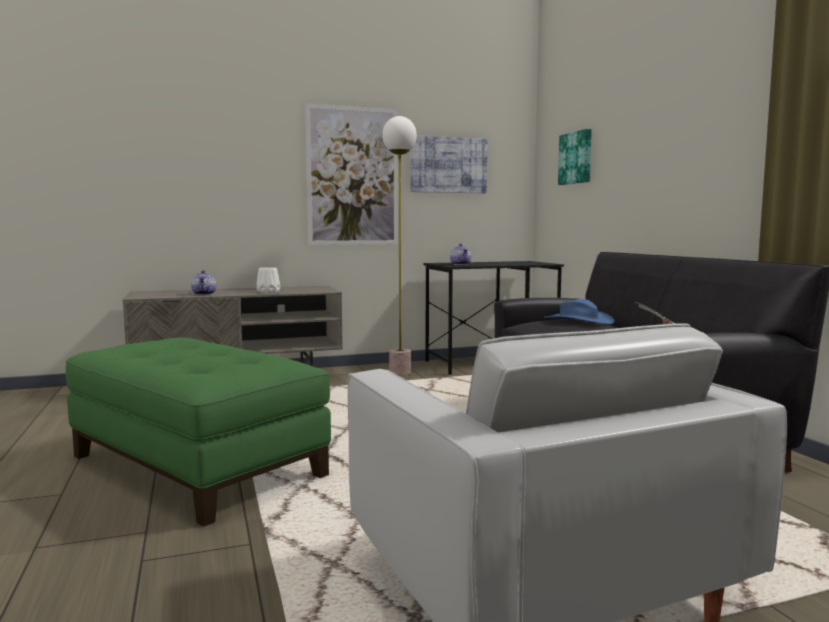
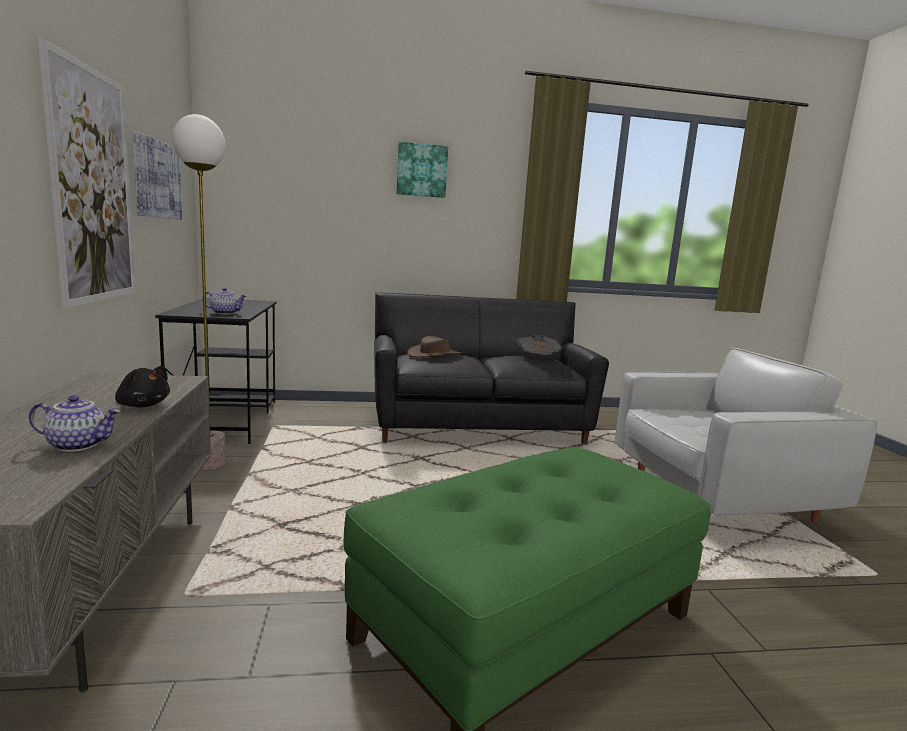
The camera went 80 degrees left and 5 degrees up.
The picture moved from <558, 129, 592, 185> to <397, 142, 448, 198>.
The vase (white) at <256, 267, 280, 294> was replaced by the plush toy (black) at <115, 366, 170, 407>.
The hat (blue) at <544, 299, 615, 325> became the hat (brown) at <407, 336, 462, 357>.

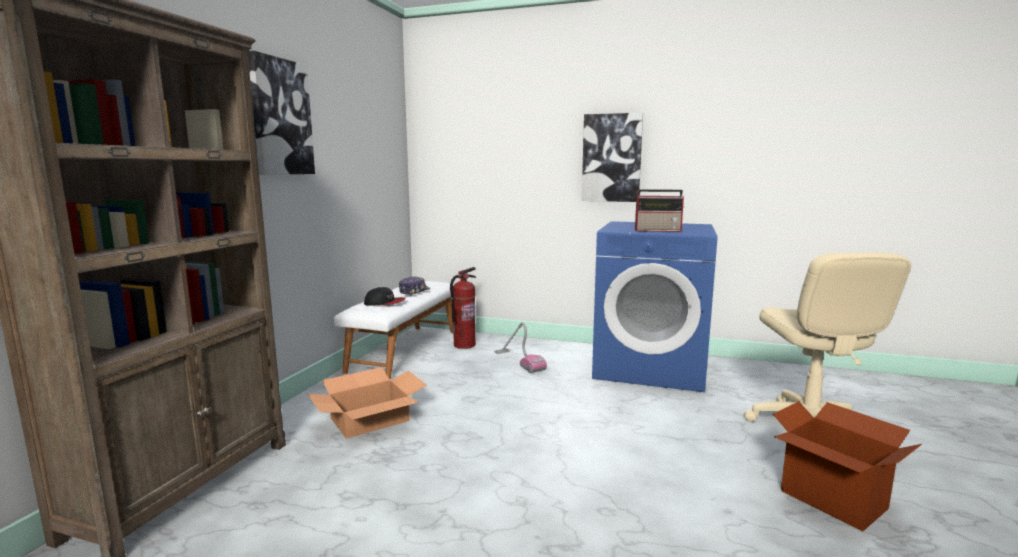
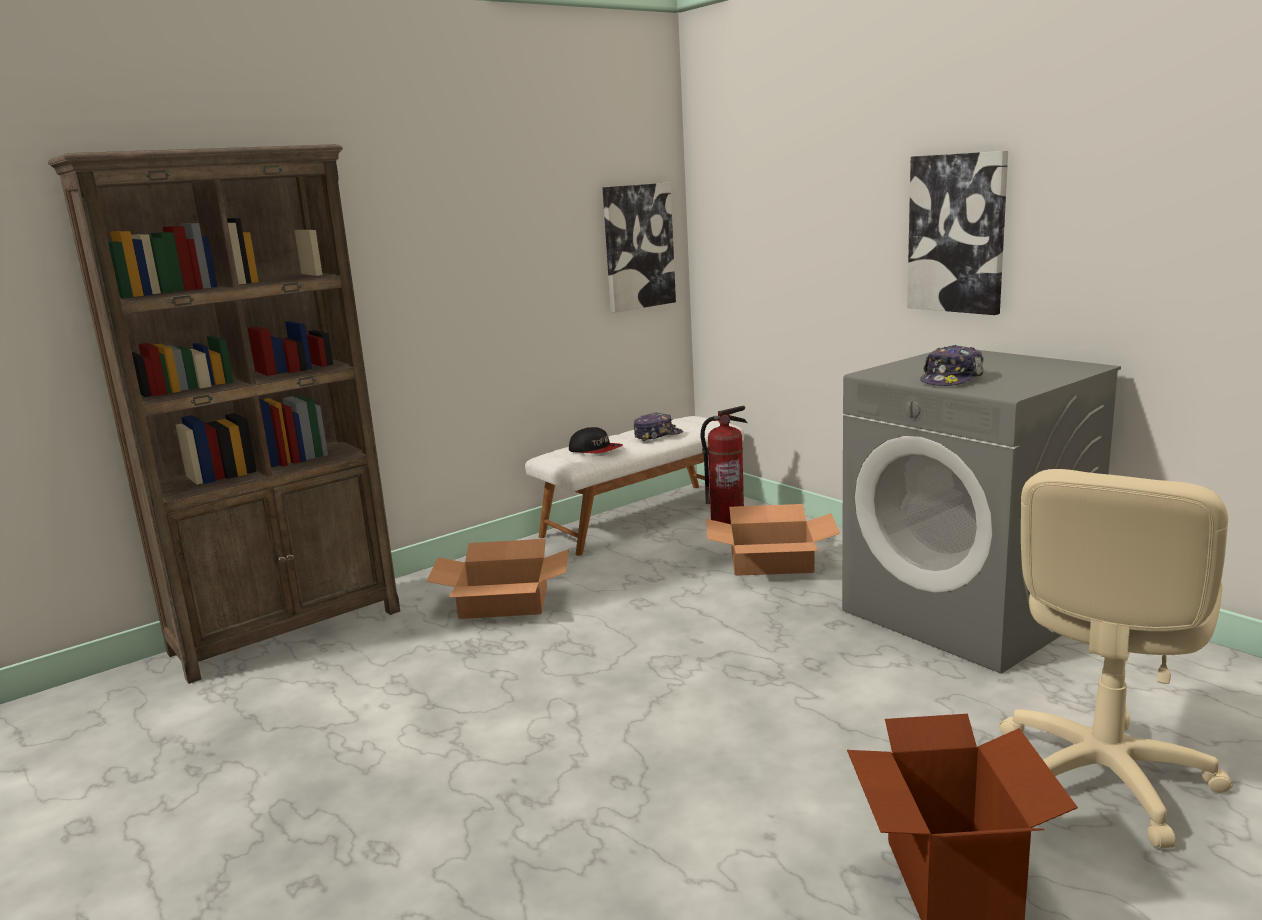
The camera went 35 degrees right and 5 degrees up.
The picture moved from <249, 50, 315, 175> to <602, 183, 676, 312>.
The radio at <635, 189, 684, 232> was replaced by the cap at <920, 345, 984, 386>.
The washing machine (blue) at <592, 221, 718, 392> became the washing machine (grey) at <842, 349, 1121, 673>.
The vacuum cleaner at <494, 322, 547, 373> was replaced by the cardboard box at <706, 504, 840, 576>.

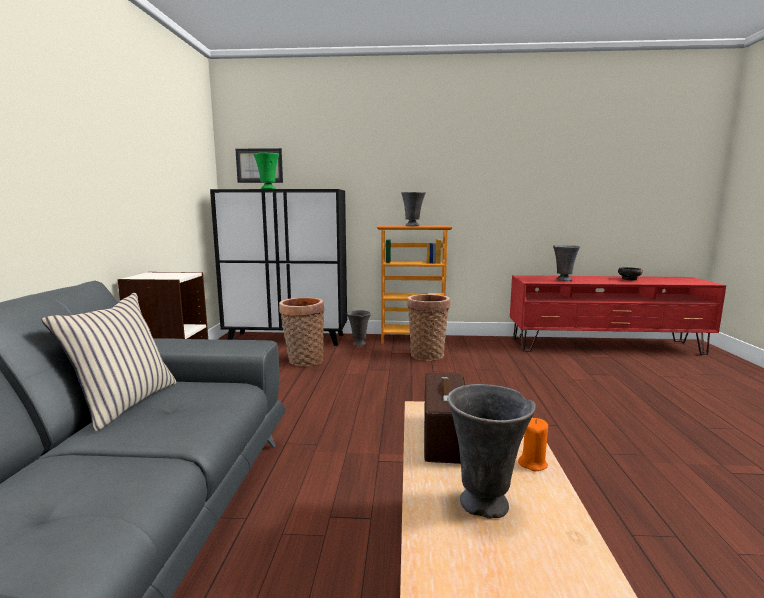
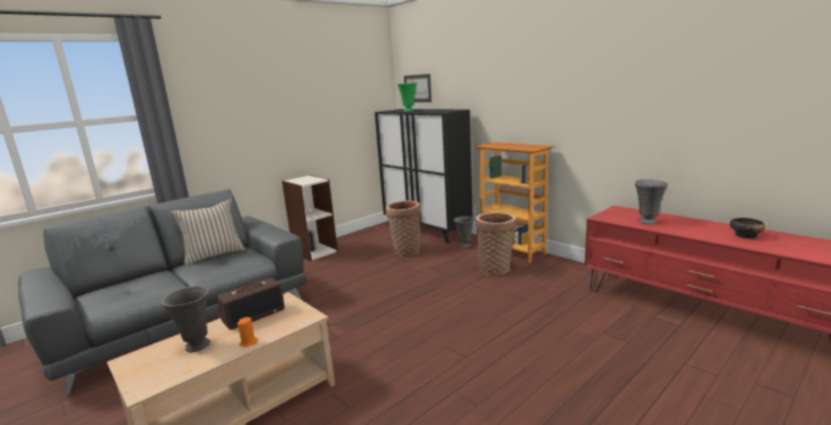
The camera went 45 degrees right and 5 degrees up.
The vase (grey) at <401, 192, 426, 226> disappeared.

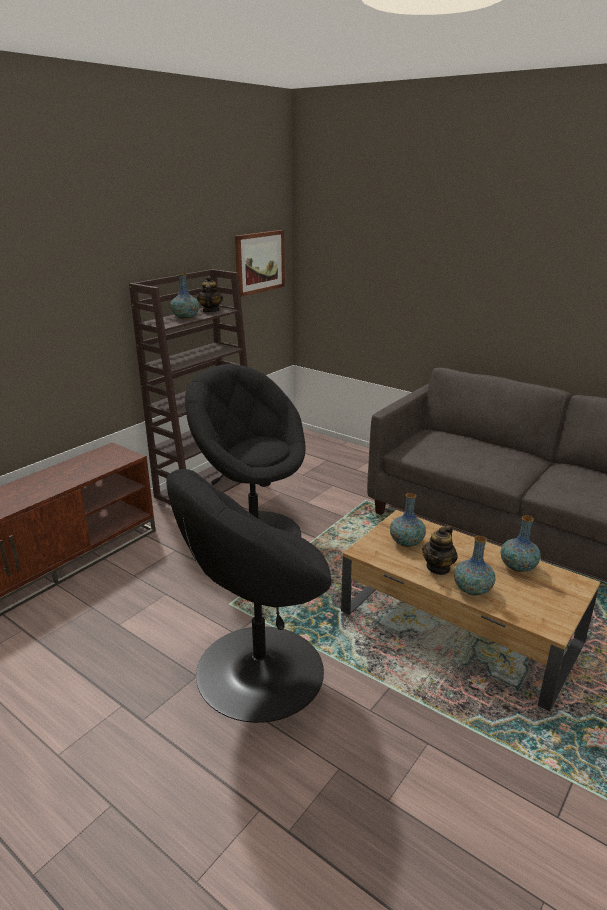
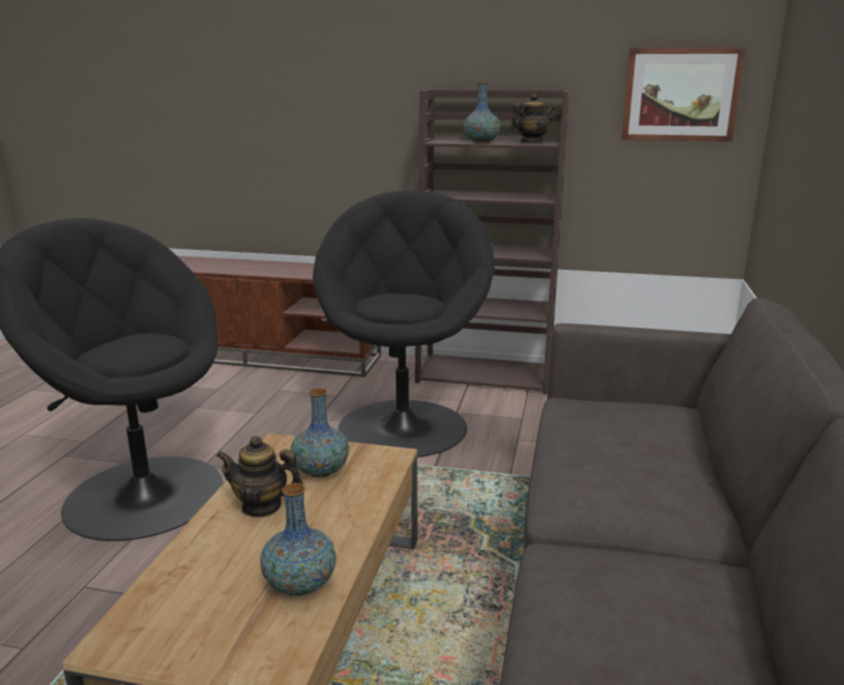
The camera went 65 degrees right and 5 degrees down.
The vase at <454, 536, 495, 596> disappeared.

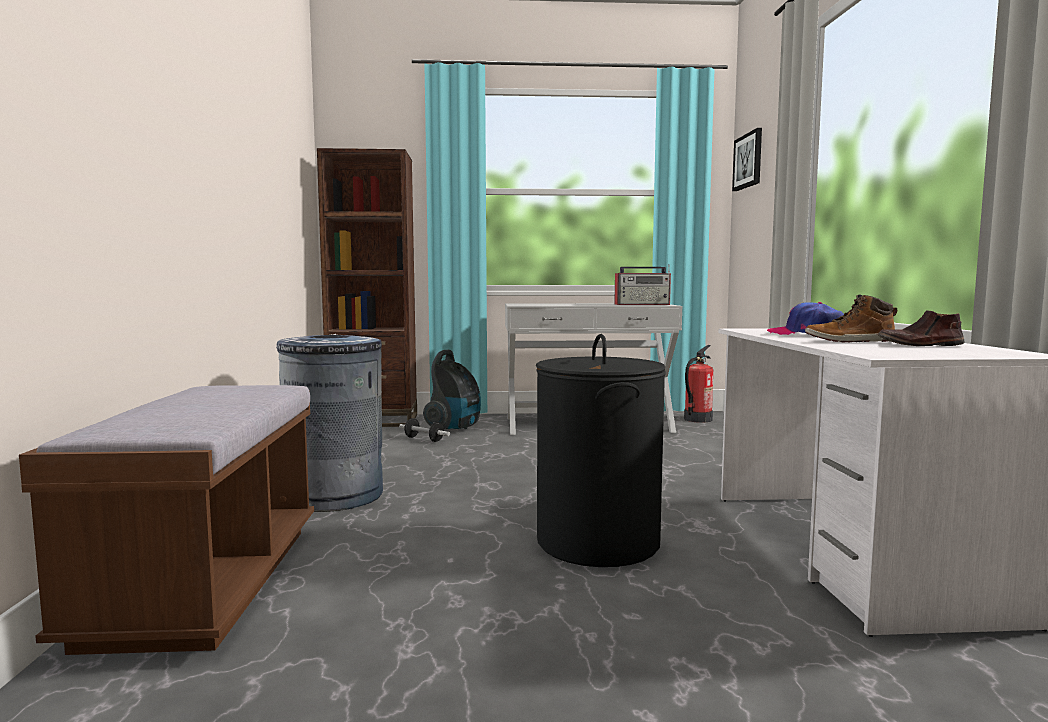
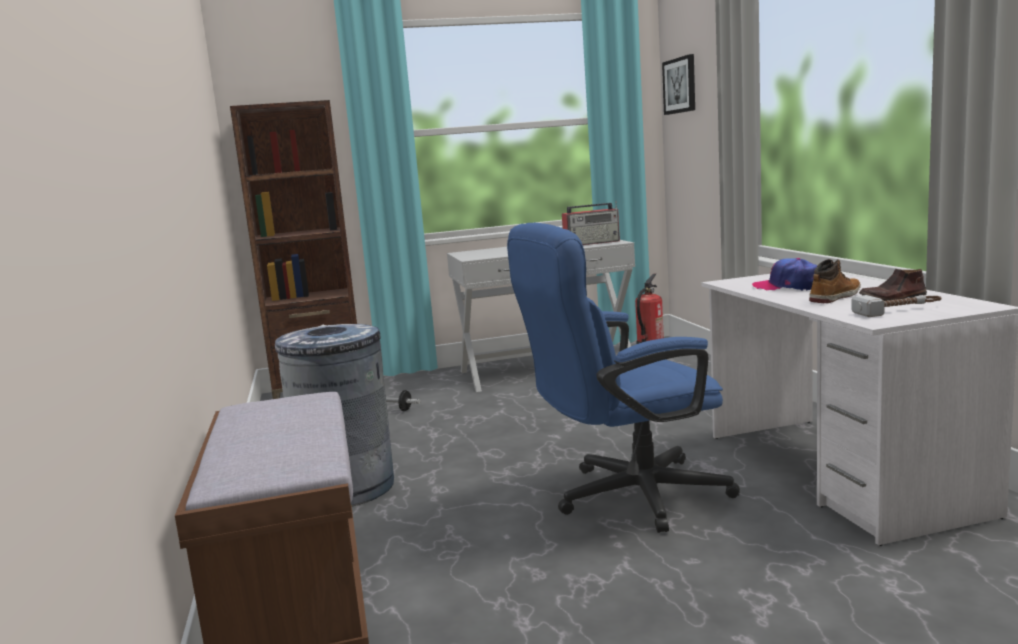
The camera went 10 degrees left and 5 degrees up.
The boot at <805, 295, 897, 343> turned 150 degrees clockwise.
The laundry basket (black) at <536, 334, 666, 567> was replaced by the office chair (blue) at <507, 223, 740, 533>.
The vacuum cleaner at <423, 350, 481, 429> disappeared.
The hammer at <851, 295, 941, 317> appeared.

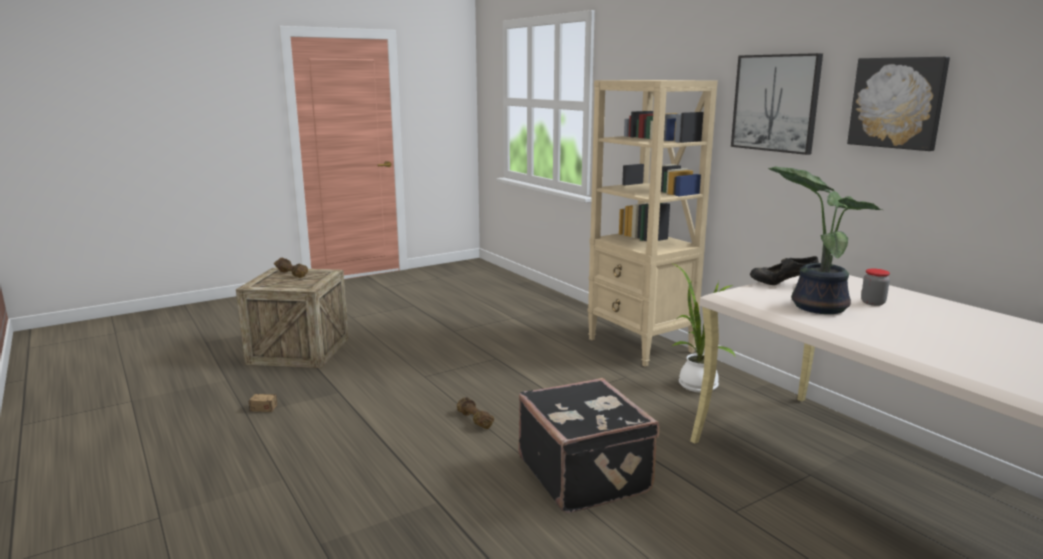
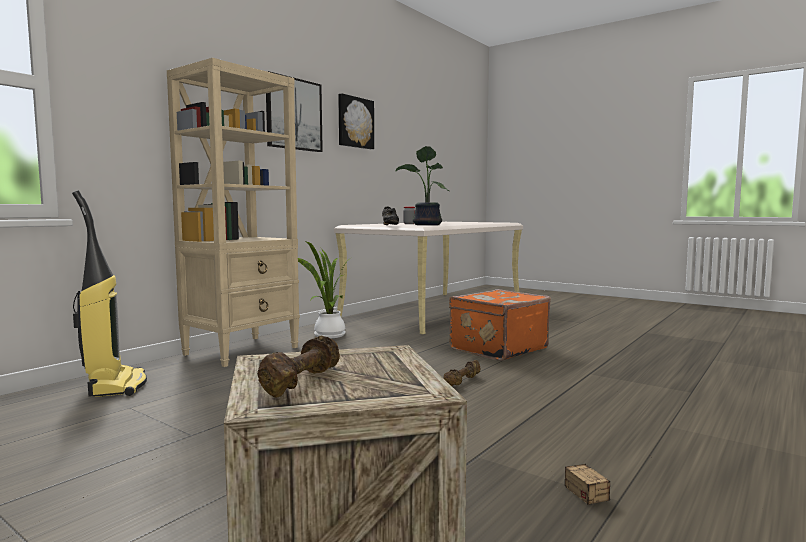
The camera went 110 degrees left and 10 degrees down.
The suitcase (black) at <518, 378, 659, 513> became the suitcase (orange) at <449, 289, 551, 361>.
The vacuum cleaner at <72, 190, 147, 397> appeared.

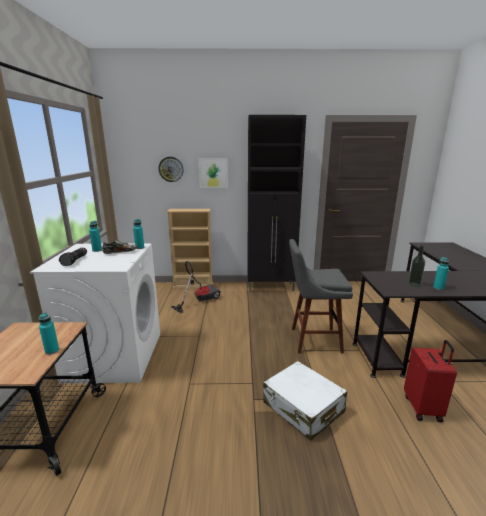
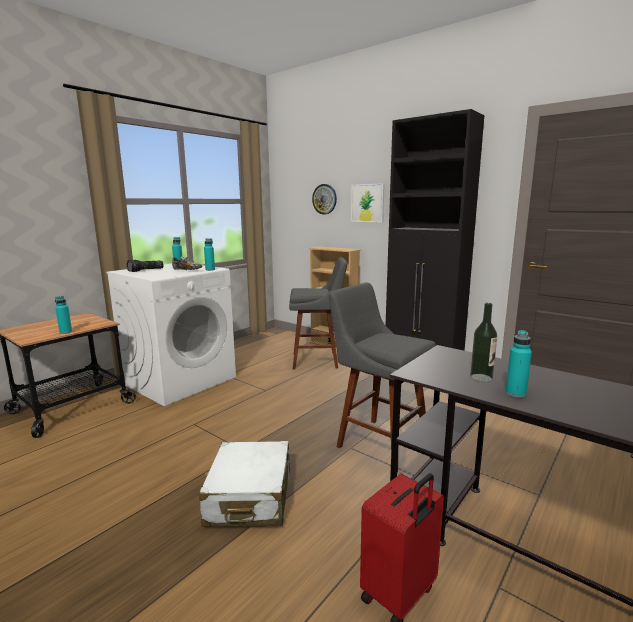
The camera went 40 degrees right and 5 degrees down.
The vacuum cleaner at <171, 261, 221, 314> was replaced by the stool (grey) at <289, 257, 347, 369>.

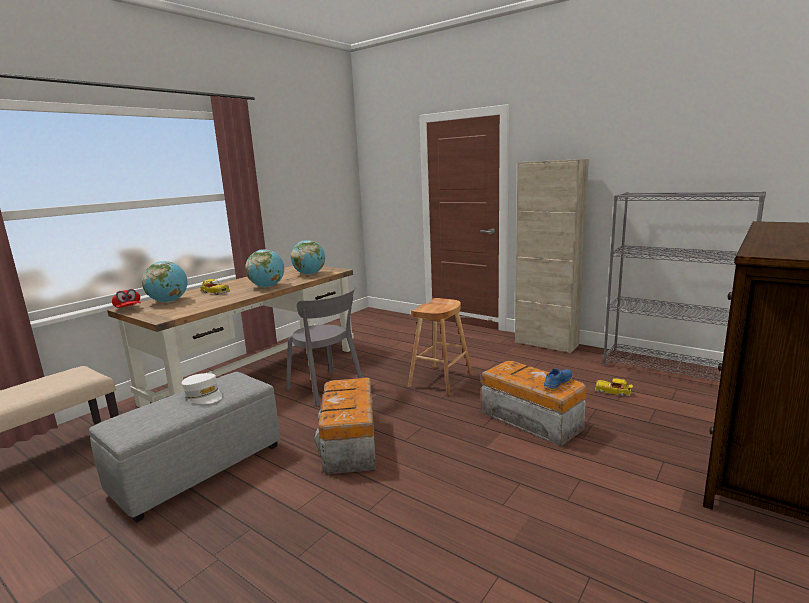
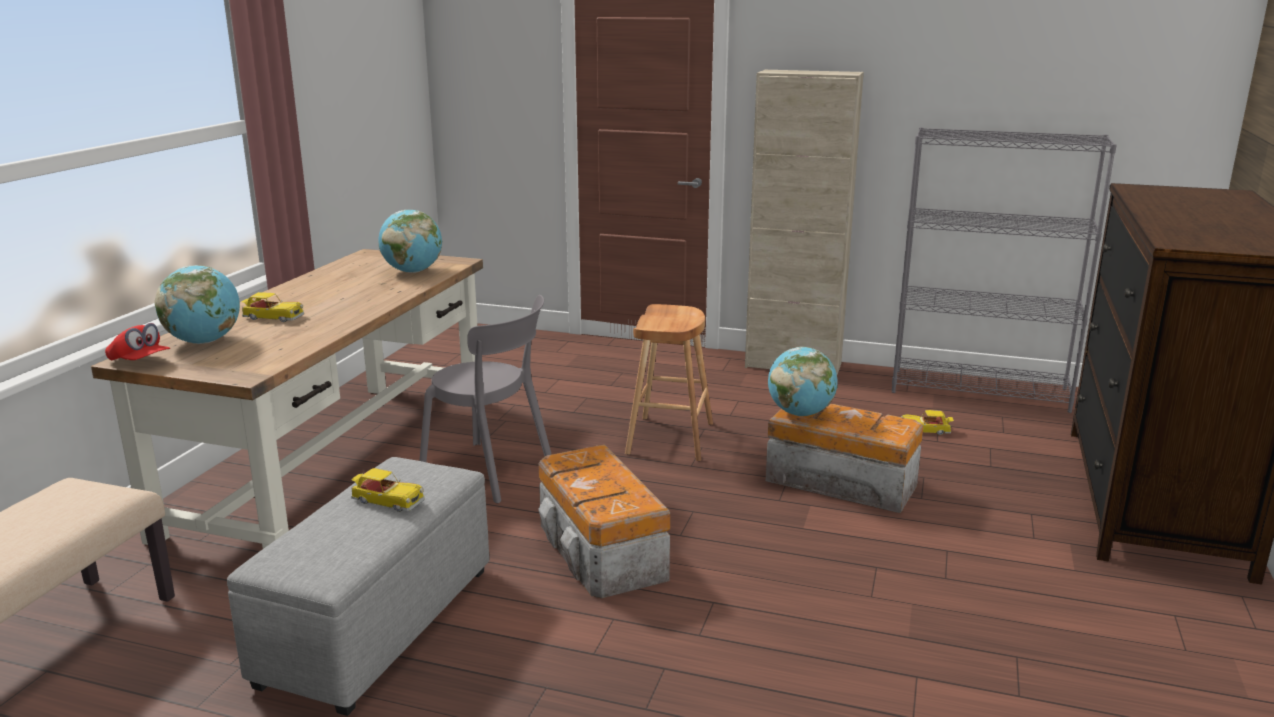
The camera went 20 degrees left and 5 degrees up.
The globe moved from <245, 249, 284, 287> to <768, 347, 838, 416>.
The shoe (blue) at <544, 368, 572, 391> disappeared.
The cap (white) at <182, 373, 222, 404> was replaced by the toy car at <351, 468, 425, 512>.

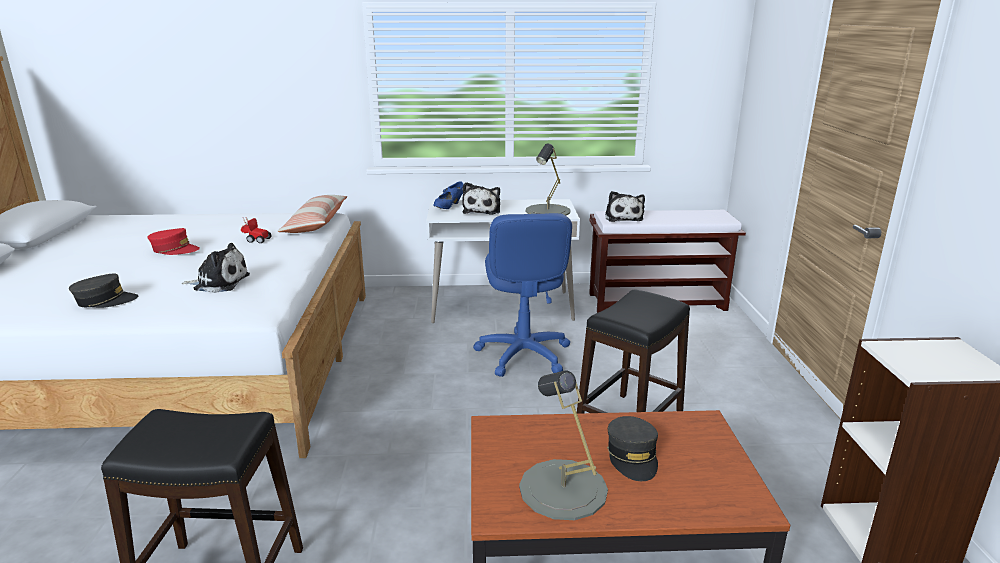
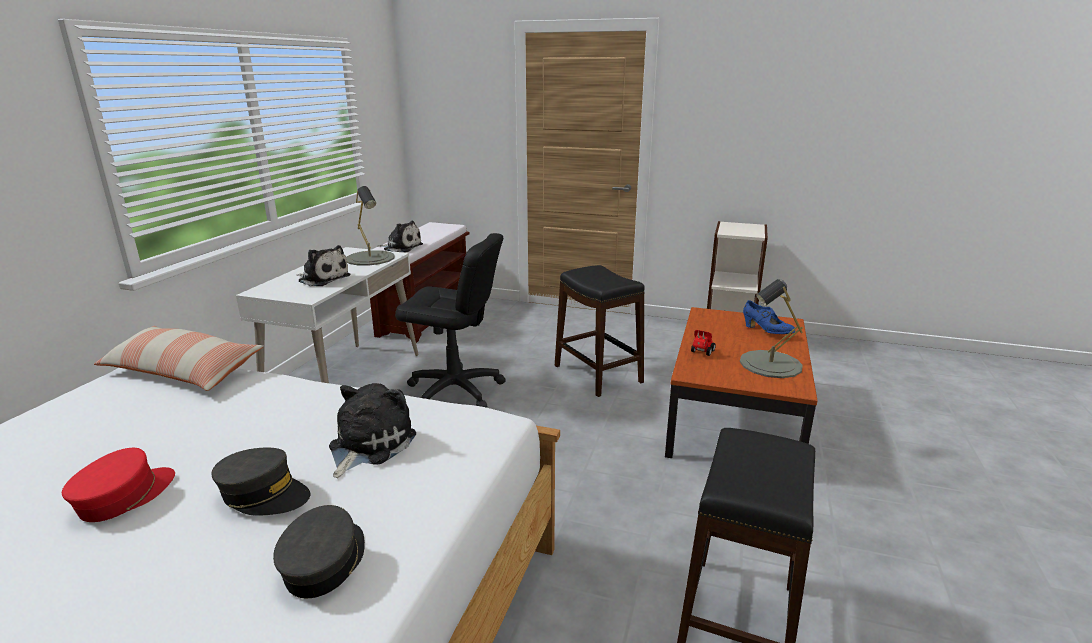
The camera went 70 degrees left and 0 degrees up.
The shoe (blue) moved from <433, 181, 463, 209> to <743, 300, 795, 334>.
The office chair (blue) at <473, 213, 572, 377> became the office chair (black) at <395, 233, 506, 408>.
The toy car moved from <241, 217, 272, 243> to <691, 330, 716, 356>.
The cap (grey) moved from <607, 416, 658, 481> to <211, 448, 311, 516>.

